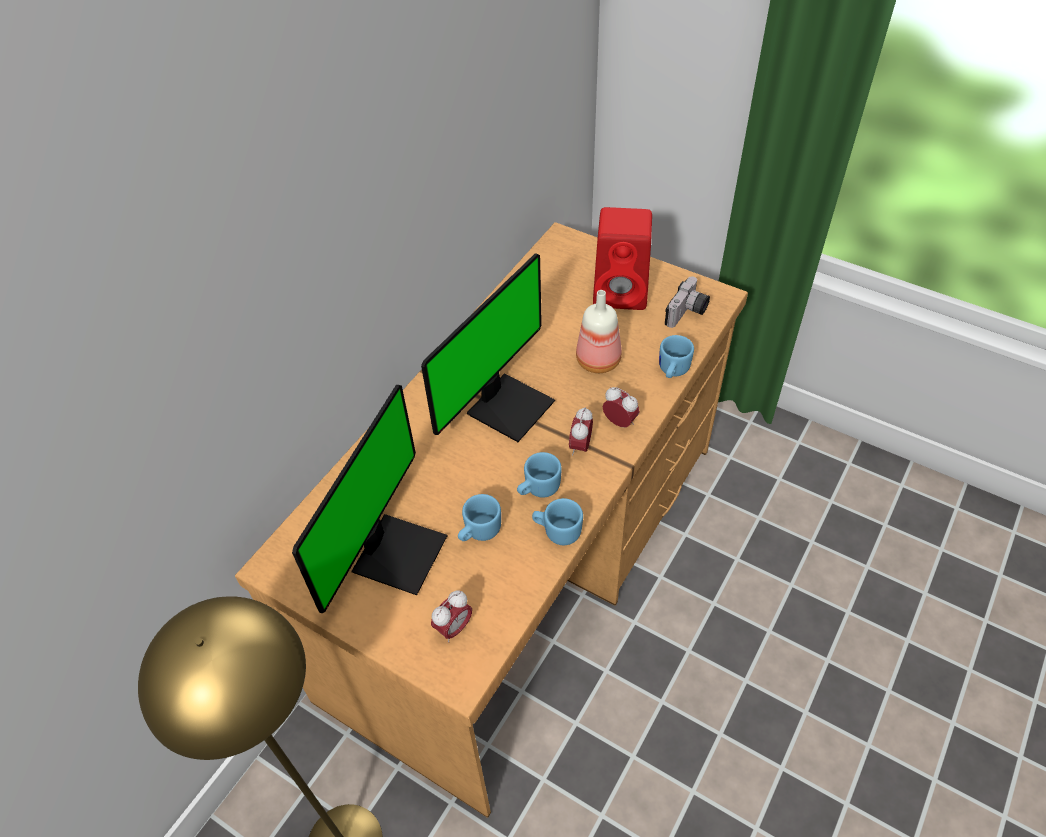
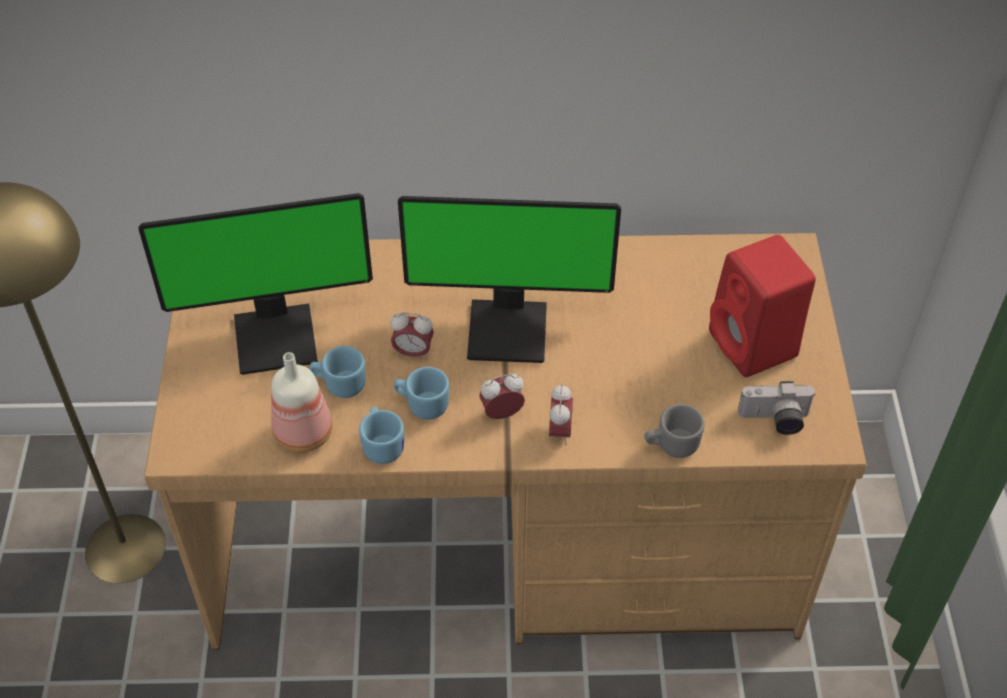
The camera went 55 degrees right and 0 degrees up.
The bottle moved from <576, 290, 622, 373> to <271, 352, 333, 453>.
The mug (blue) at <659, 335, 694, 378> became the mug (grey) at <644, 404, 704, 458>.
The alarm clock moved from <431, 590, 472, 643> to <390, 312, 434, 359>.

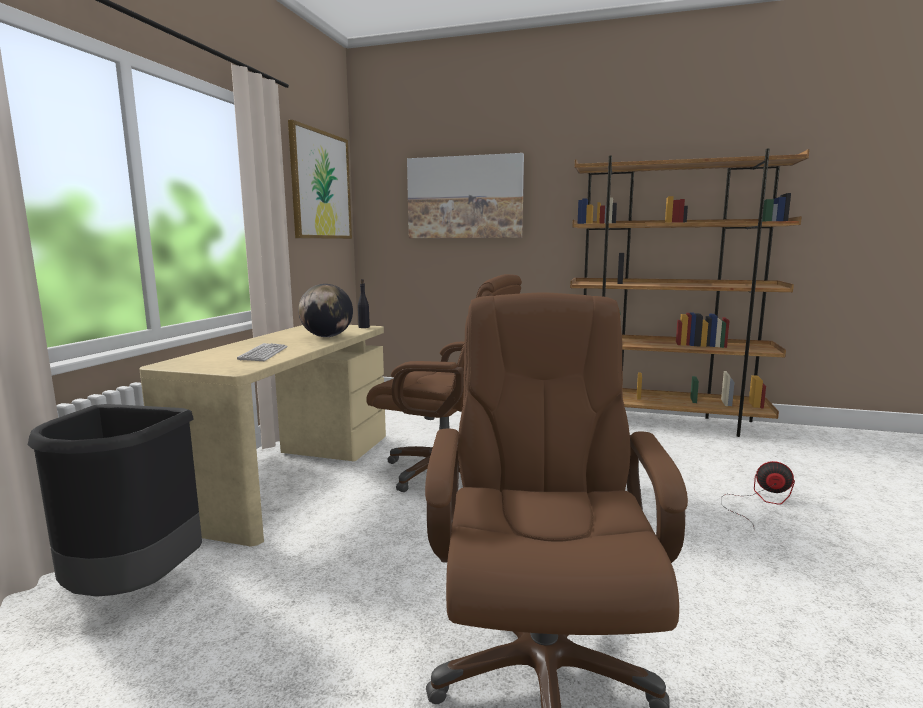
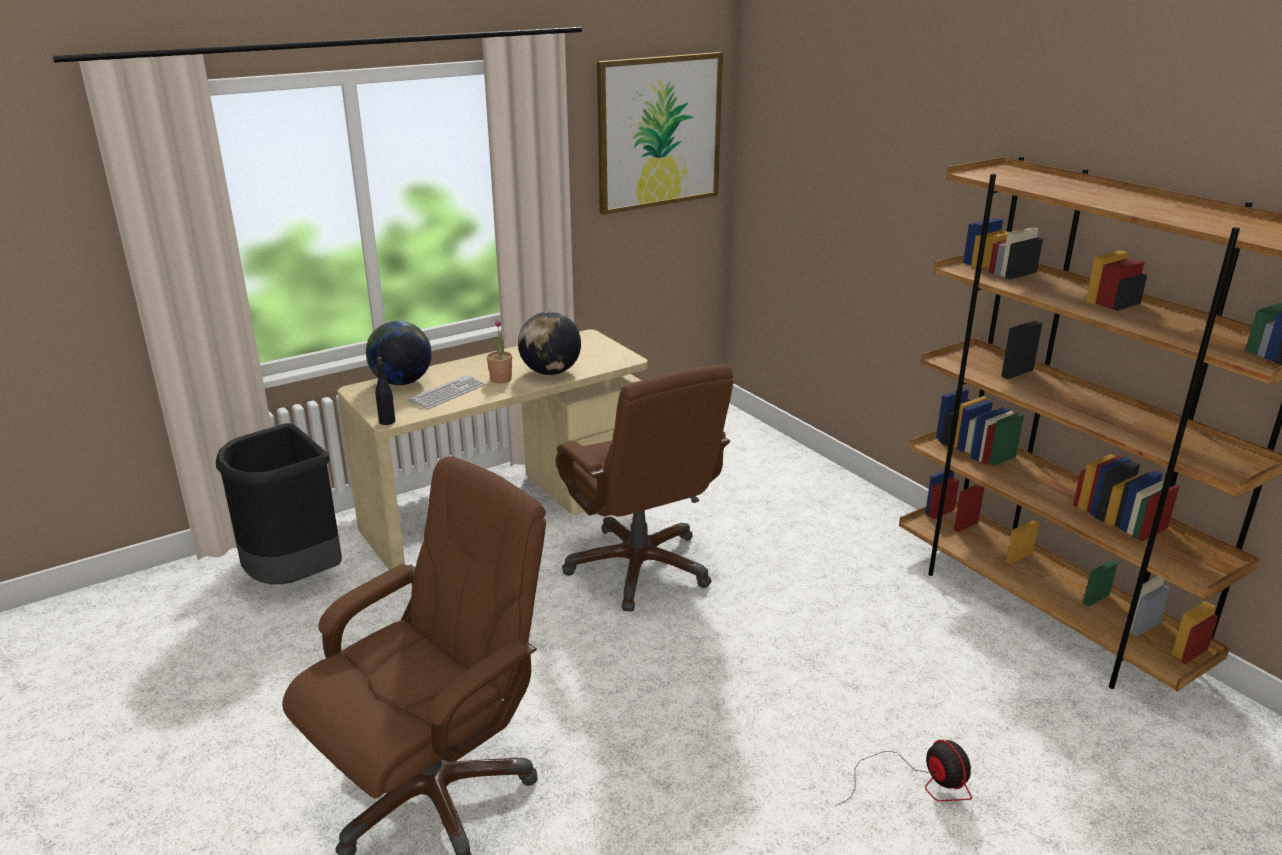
The camera went 40 degrees right and 15 degrees up.
The picture at <407, 153, 524, 238> disappeared.
The bottle (black) moved from <358, 279, 370, 328> to <375, 357, 395, 425>.
The potted plant at <487, 319, 512, 383> appeared.
The globe at <366, 321, 432, 385> appeared.

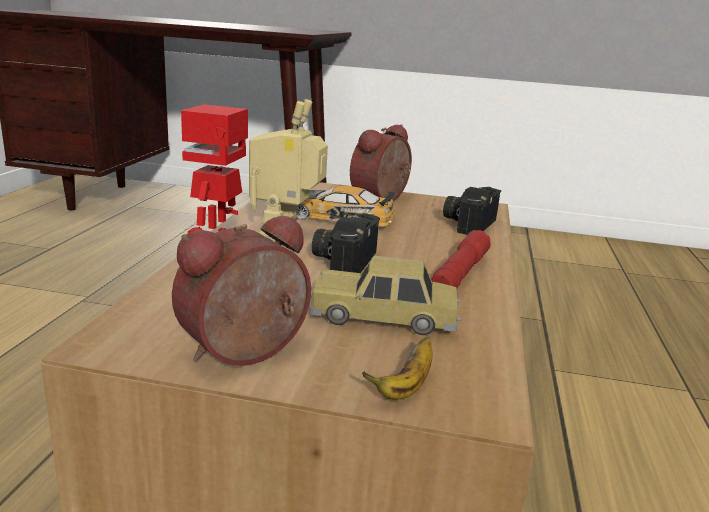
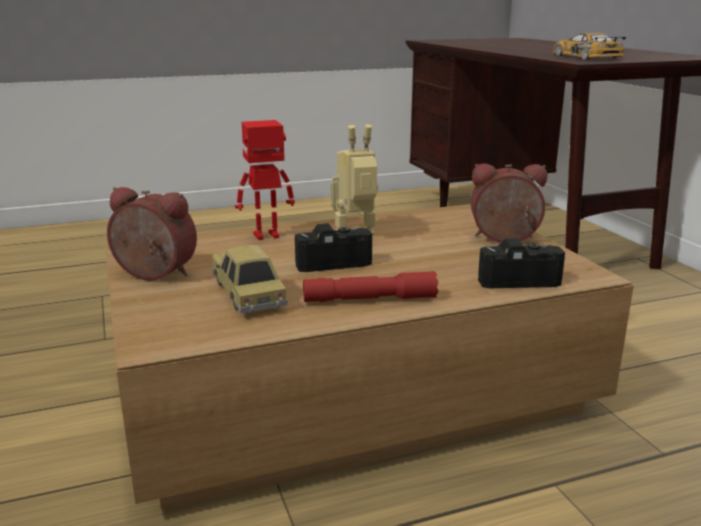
The camera went 60 degrees right and 0 degrees up.
The toy car moved from <296, 185, 395, 227> to <553, 33, 626, 60>.
The banana at <362, 337, 433, 400> disappeared.

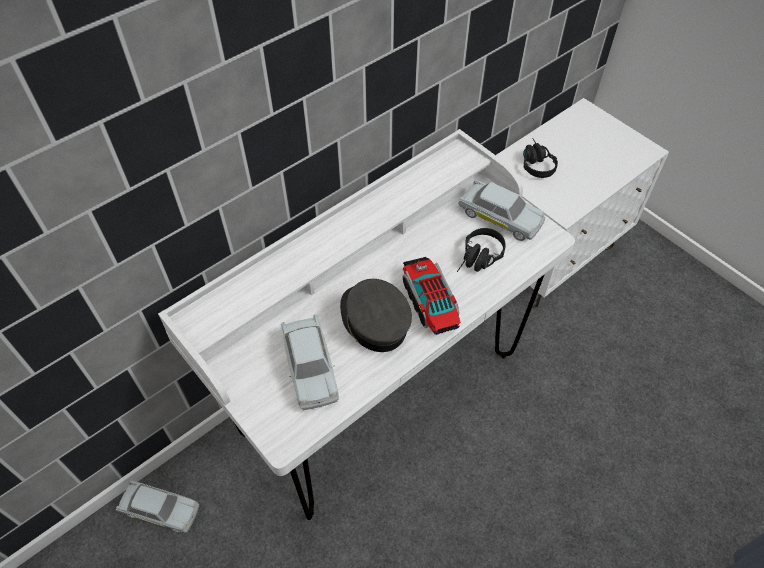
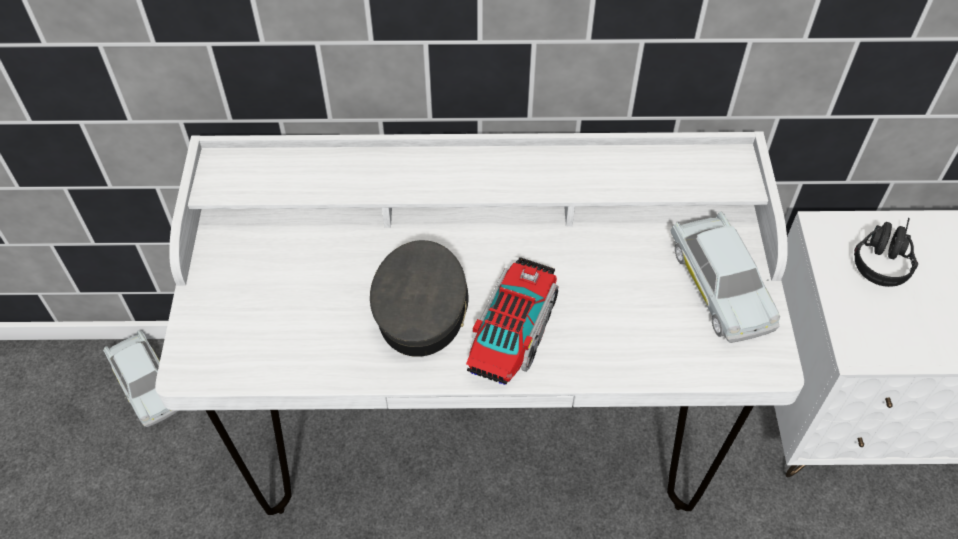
The camera went 40 degrees right and 0 degrees up.
The headphones (black) at <457, 228, 506, 272> disappeared.
The toy car (white) at <280, 315, 339, 410> disappeared.

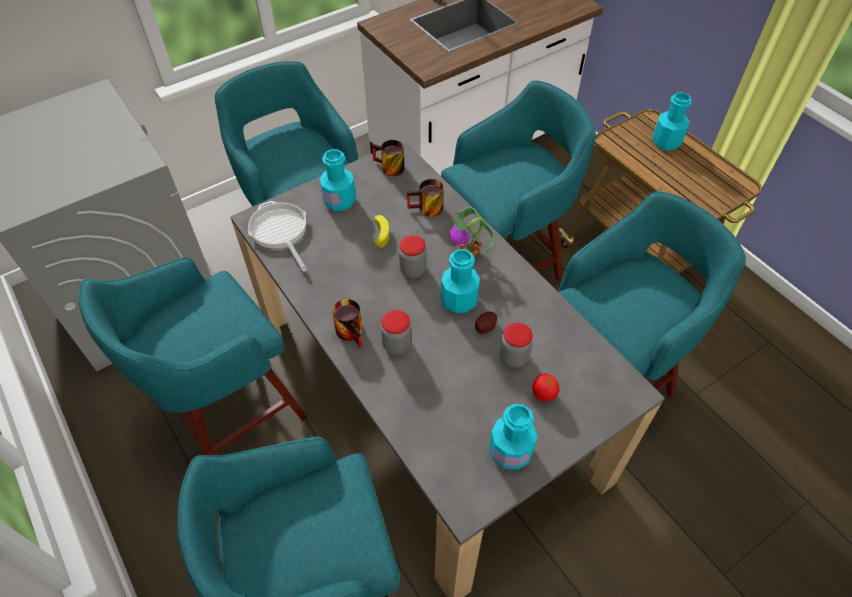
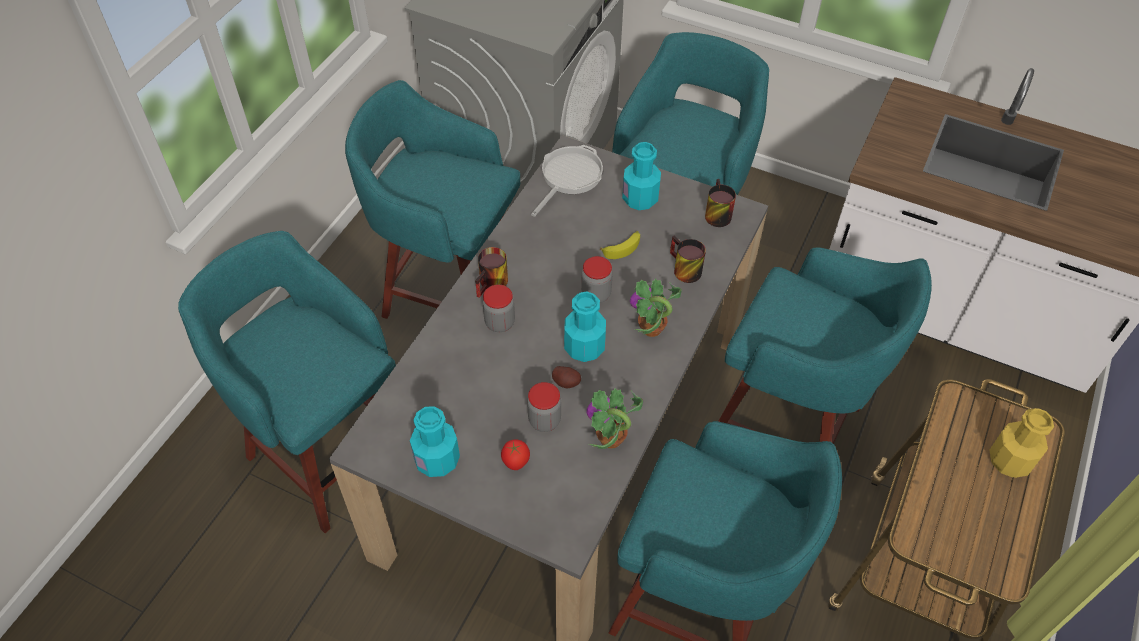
The camera went 60 degrees right and 0 degrees up.
The bottle (turquoise) at <652, 92, 692, 151> became the bottle (yellow) at <990, 408, 1054, 478>.
The potted plant at <586, 388, 643, 449> appeared.

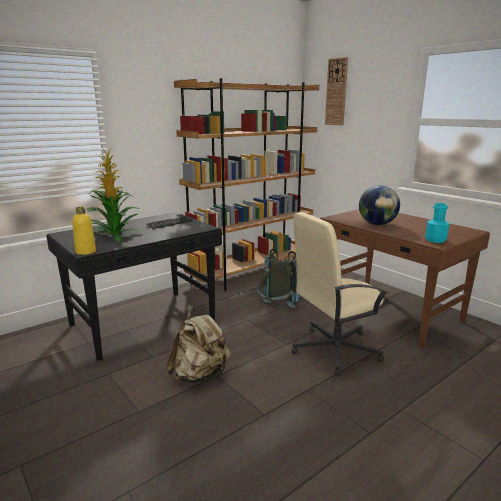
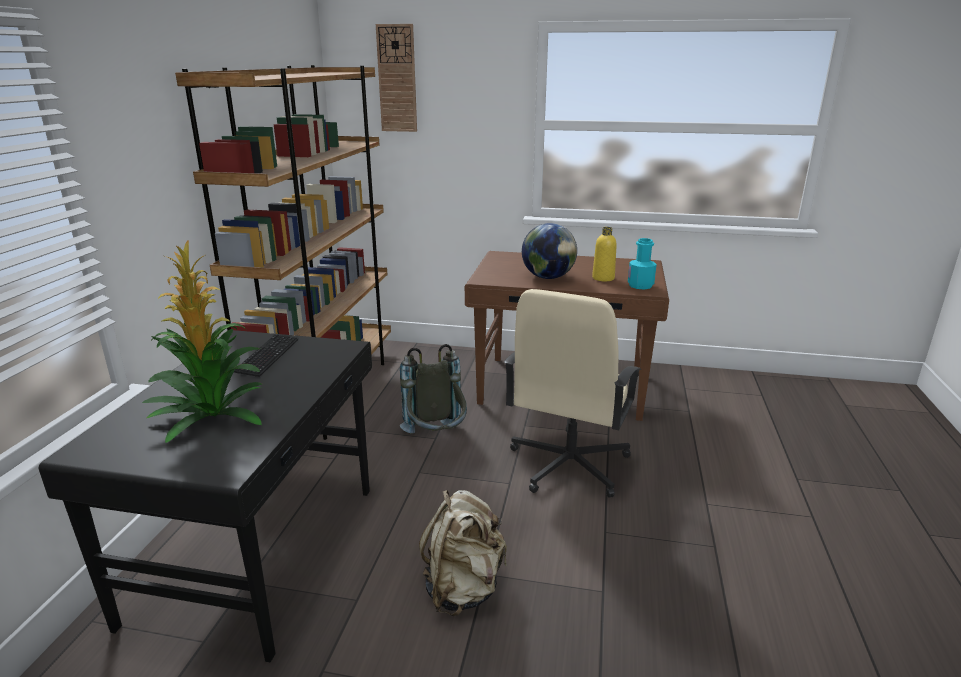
The camera went 40 degrees left and 5 degrees up.
The bottle (yellow) moved from <72, 207, 96, 255> to <592, 227, 617, 281>.

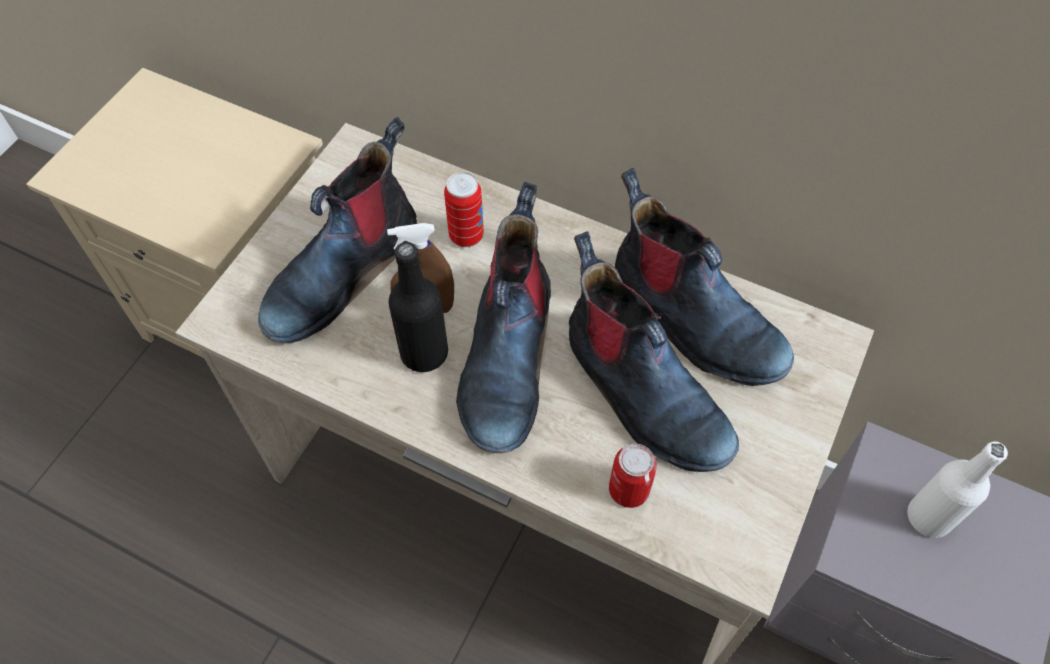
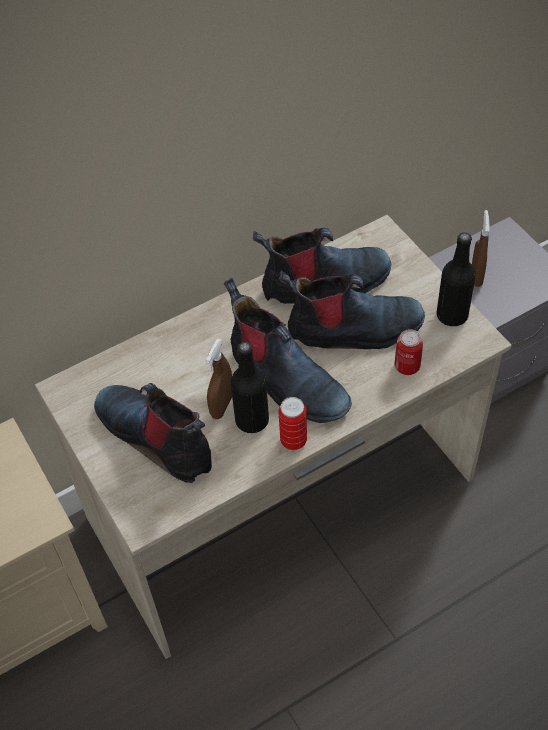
The camera went 55 degrees left and 5 degrees down.
The boot at <258, 117, 417, 343> turned 150 degrees clockwise.
The can moved from <444, 172, 484, 247> to <279, 397, 307, 450>.
The bottle (white) at <907, 441, 1008, 538> was replaced by the spray bottle (brown) at <472, 210, 490, 287>.
The bottle (black) at <437, 232, 476, 326> appeared.

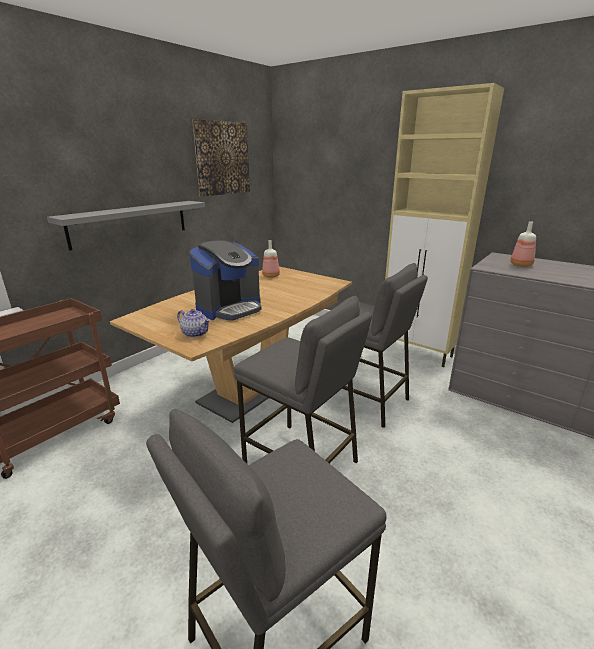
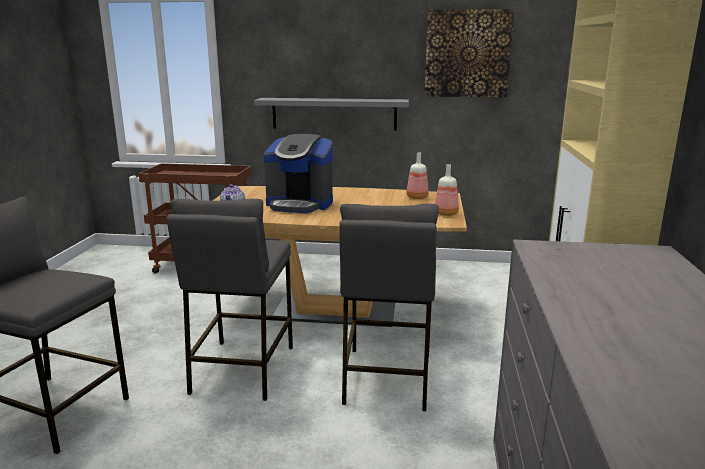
The camera went 60 degrees right and 5 degrees down.
The bottle moved from <510, 221, 536, 267> to <435, 164, 459, 216>.

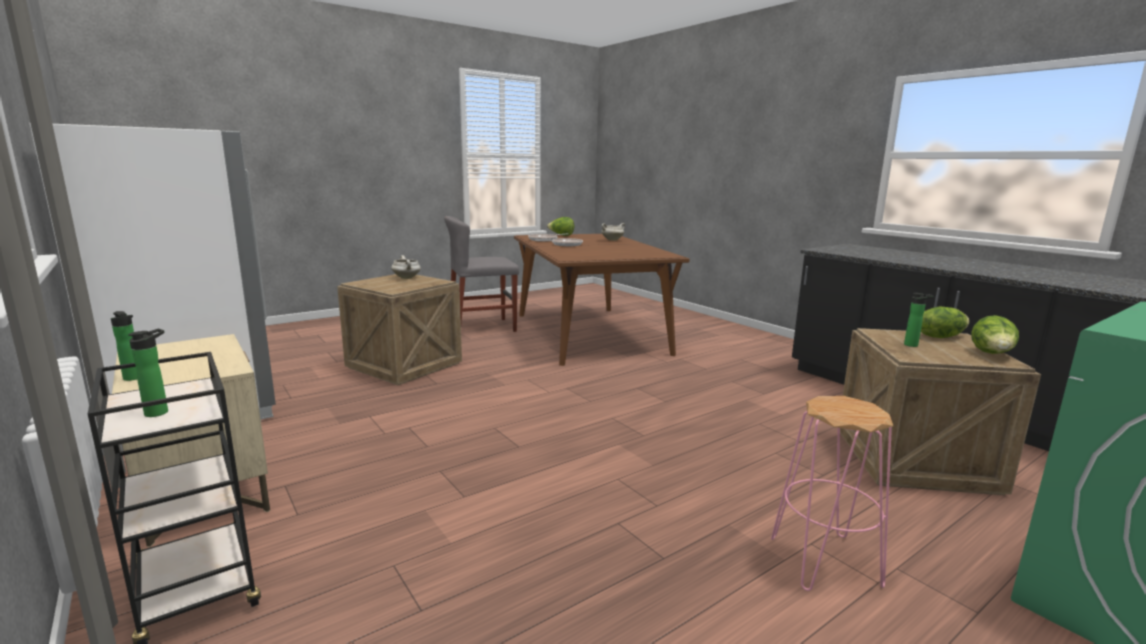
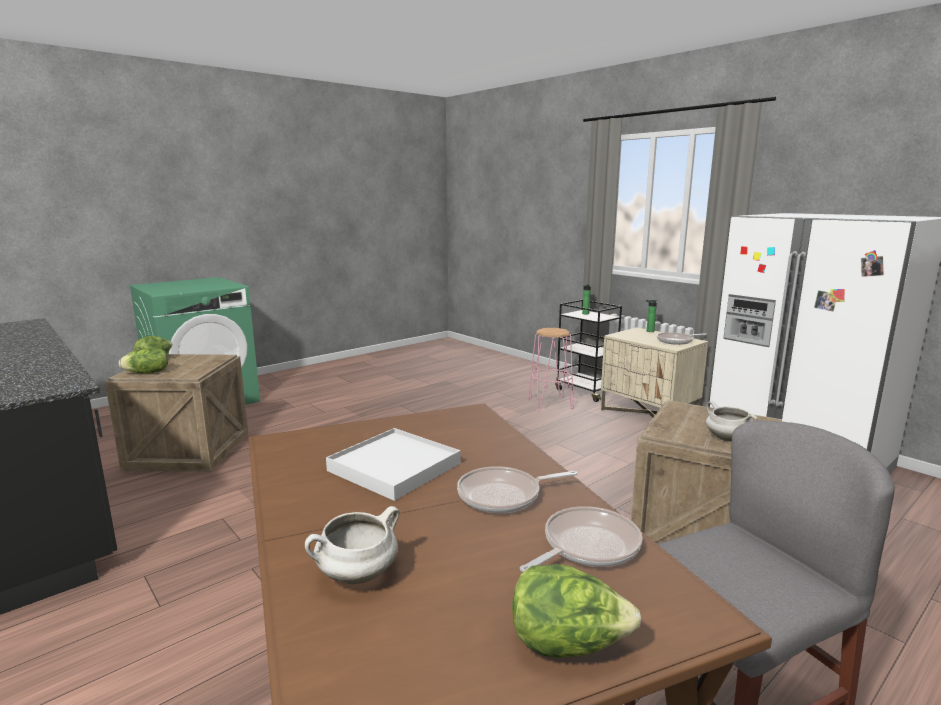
The camera went 175 degrees right and 0 degrees up.
The bottle at <904, 293, 933, 347> disappeared.
The stool (pink) moved from <771, 396, 893, 591> to <528, 328, 574, 411>.
The frying pan at <657, 332, 707, 345> appeared.
The tray (white) at <326, 428, 461, 501> appeared.

